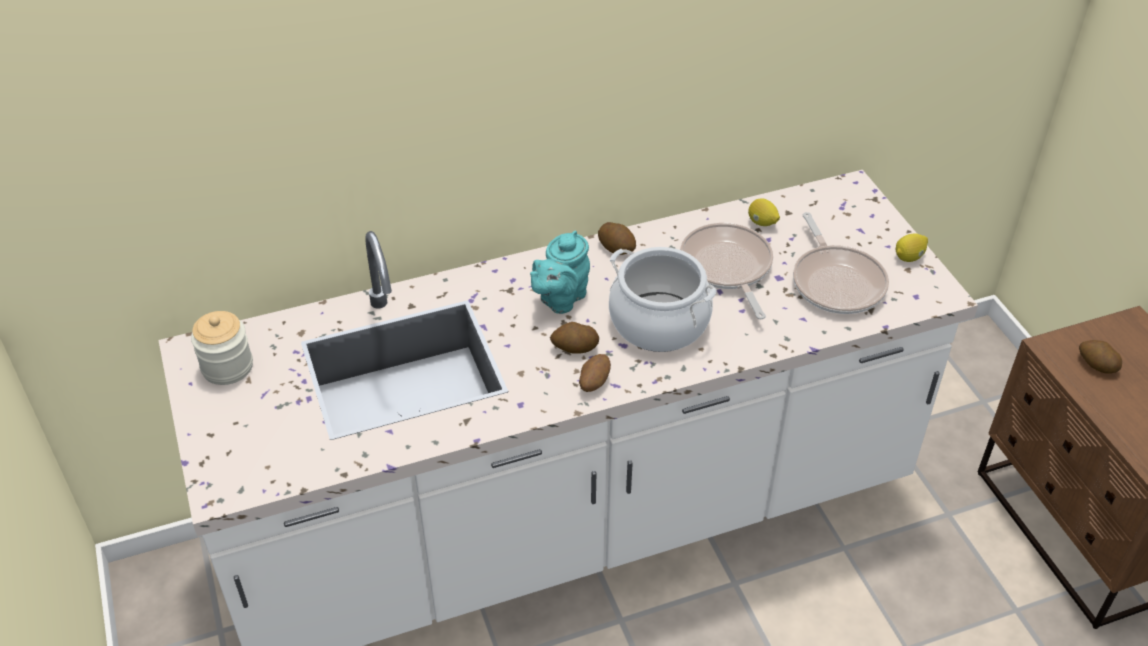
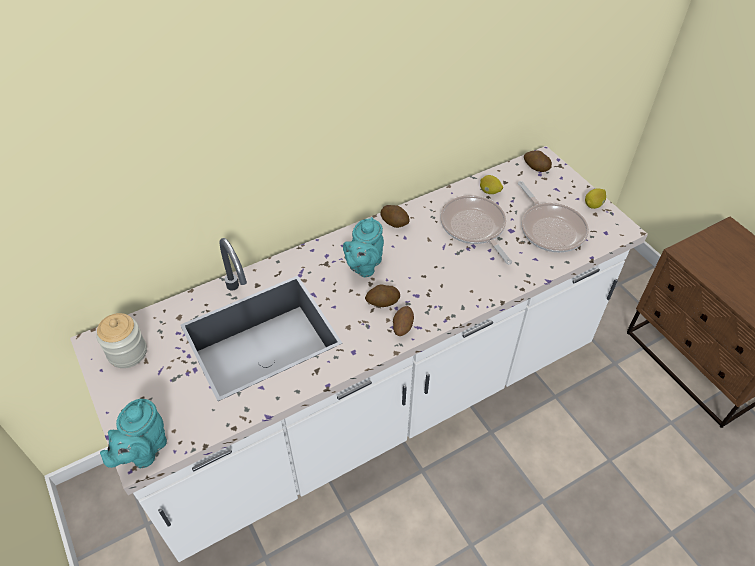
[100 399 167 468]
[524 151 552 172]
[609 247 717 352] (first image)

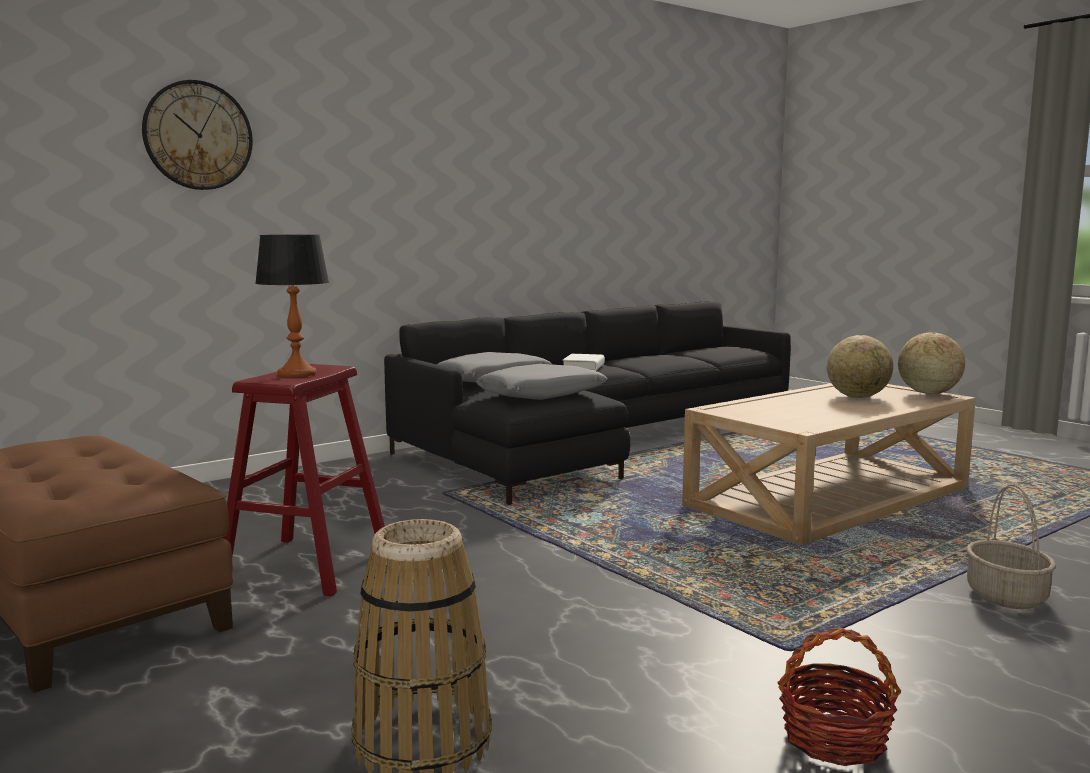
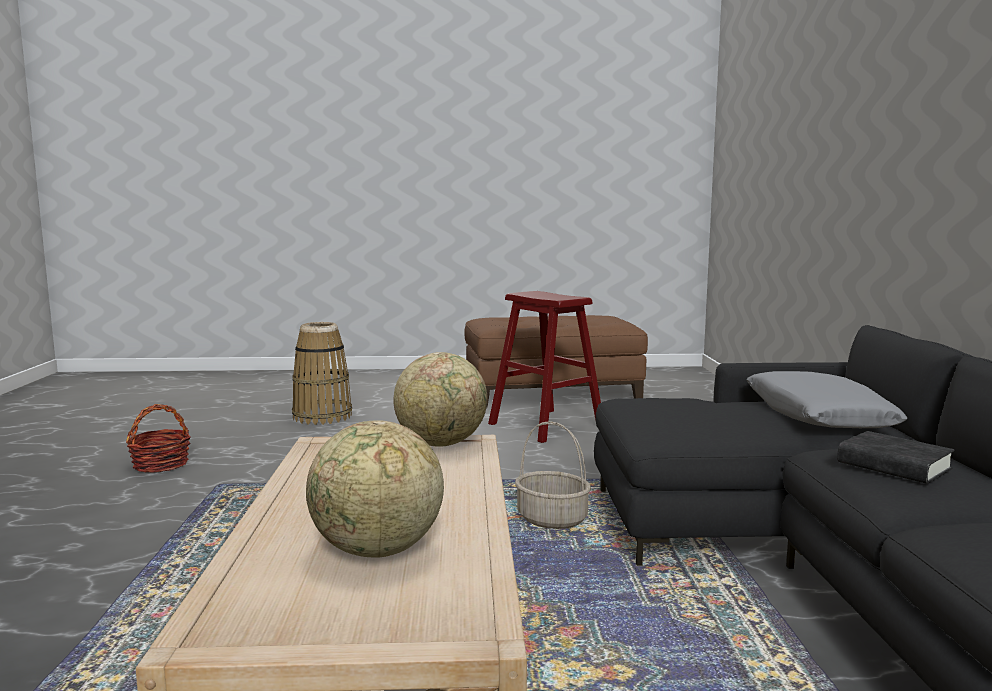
[393 352 487 447]
[515 421 591 529]
[837 431 954 484]
[142 80 253 190] (first image)
[255 235 329 377] (first image)
[476 364 608 400] (first image)

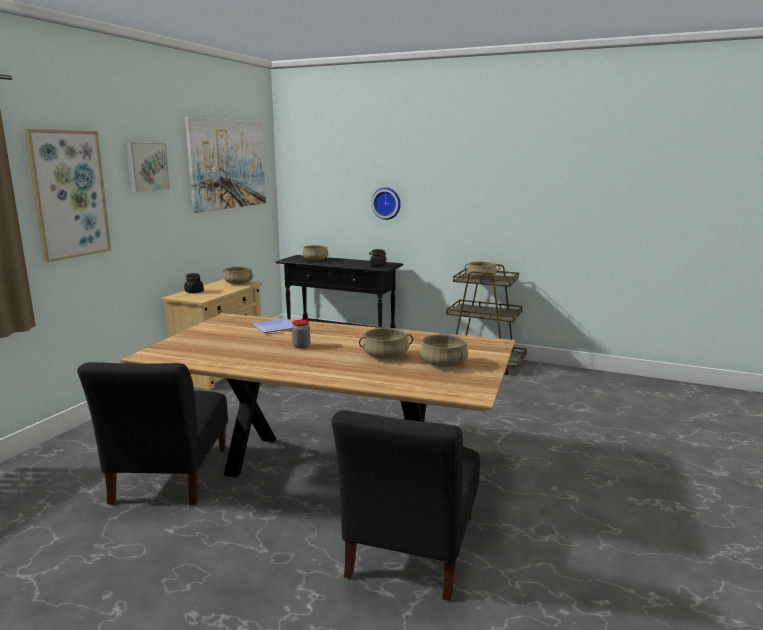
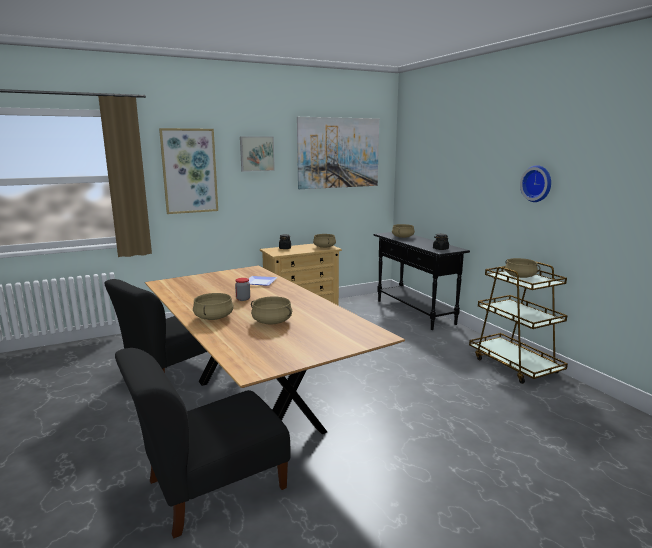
[193 293 234 320]
[520 165 551 202]

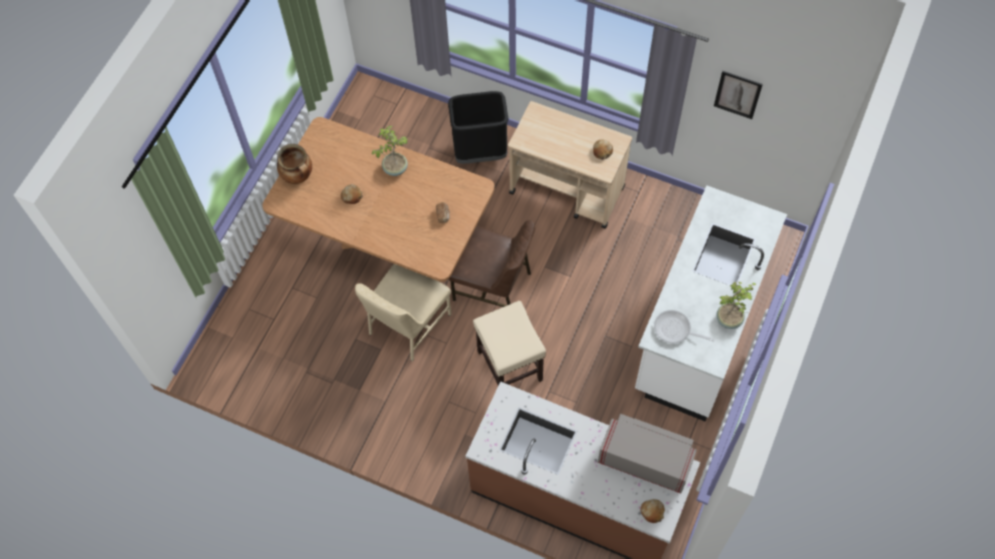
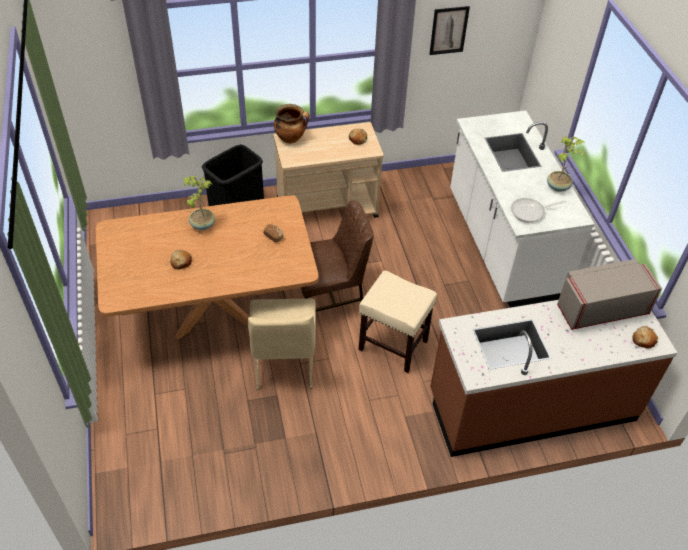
[274 104 309 144]

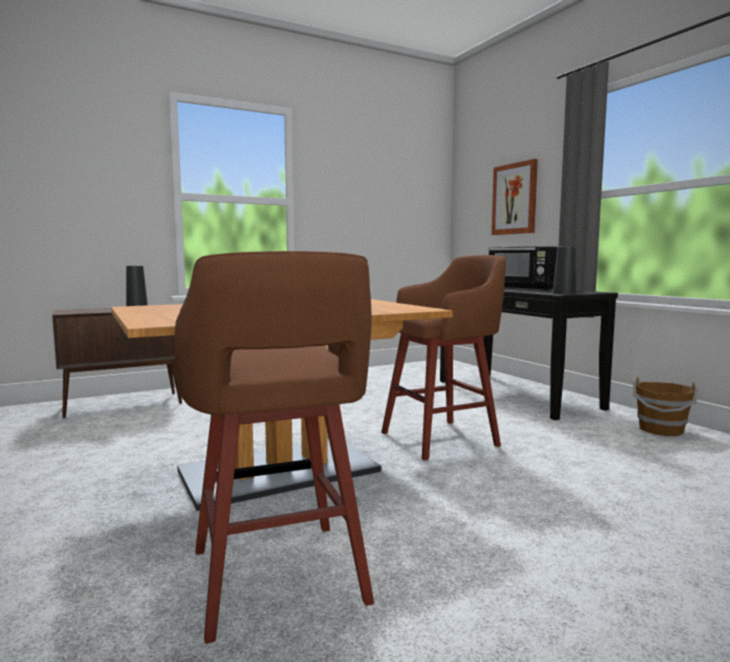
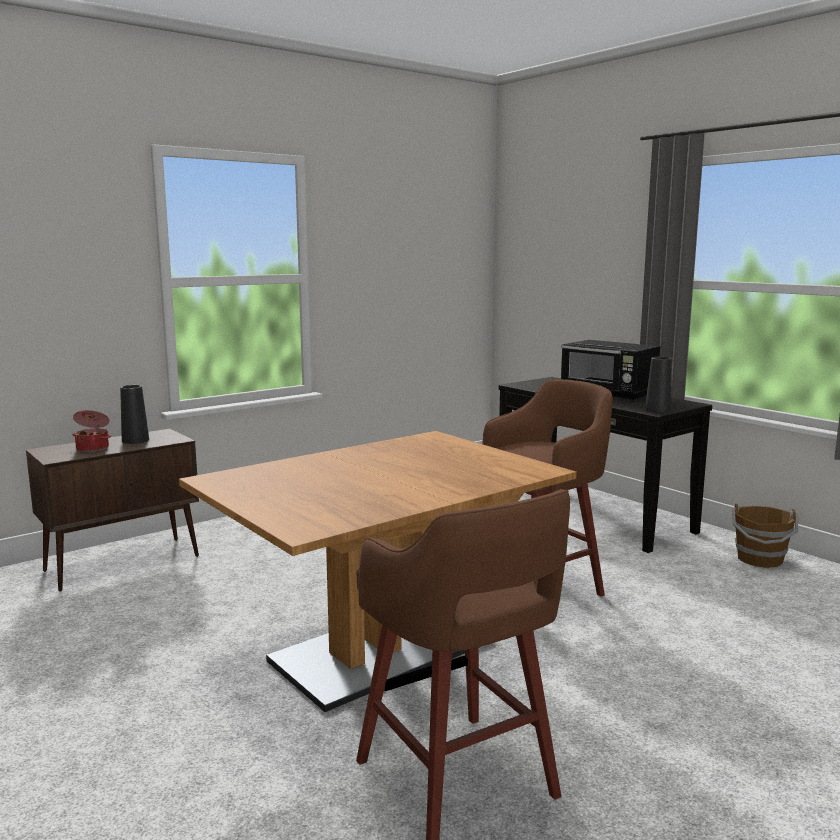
[72 410 111 452]
[492 159 538 235] (first image)

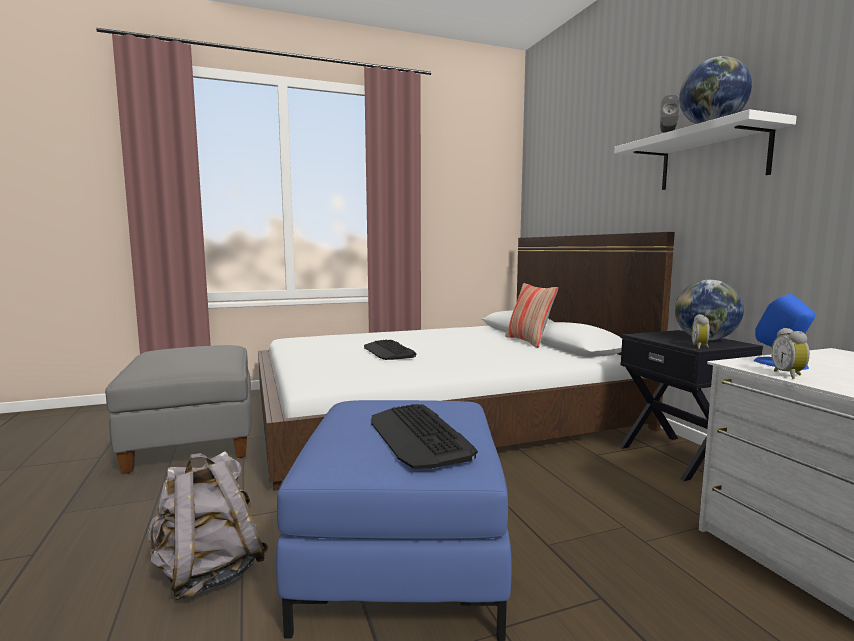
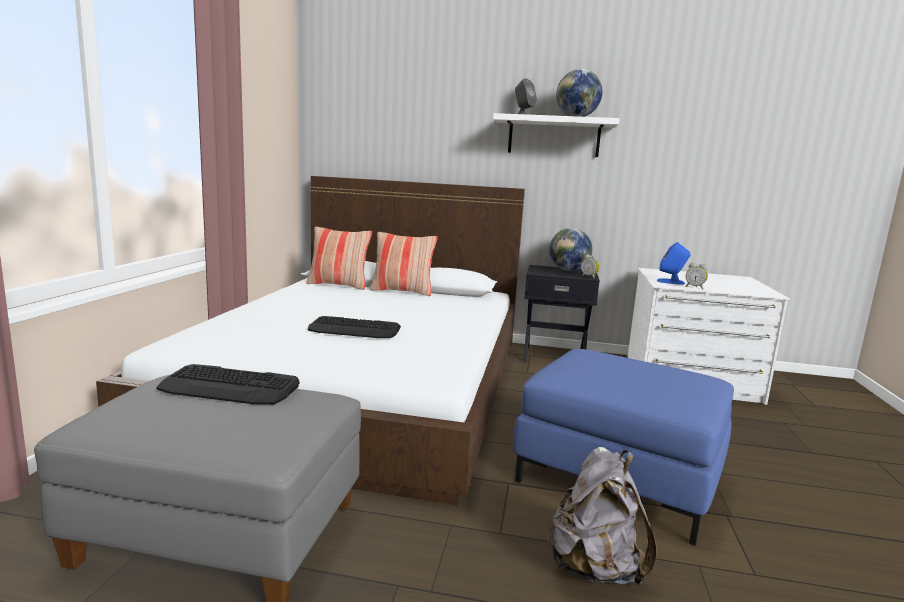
[156 364 300 405]
[306 227 372 290]

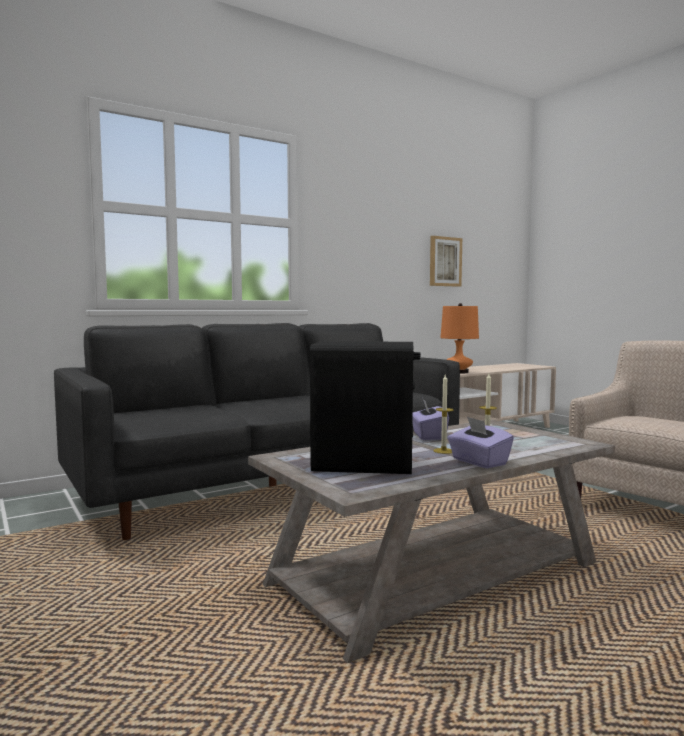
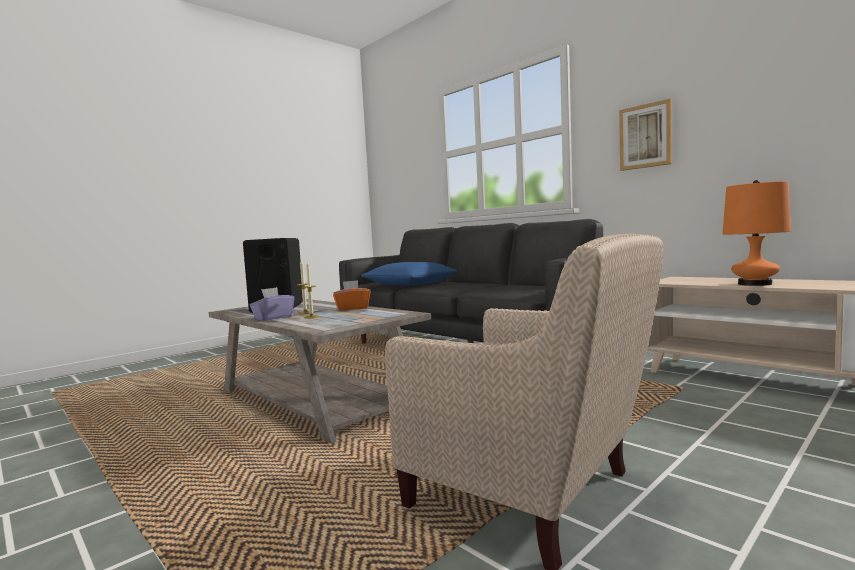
[333 280 371 311]
[361 262 457 286]
[619 99 672 171]

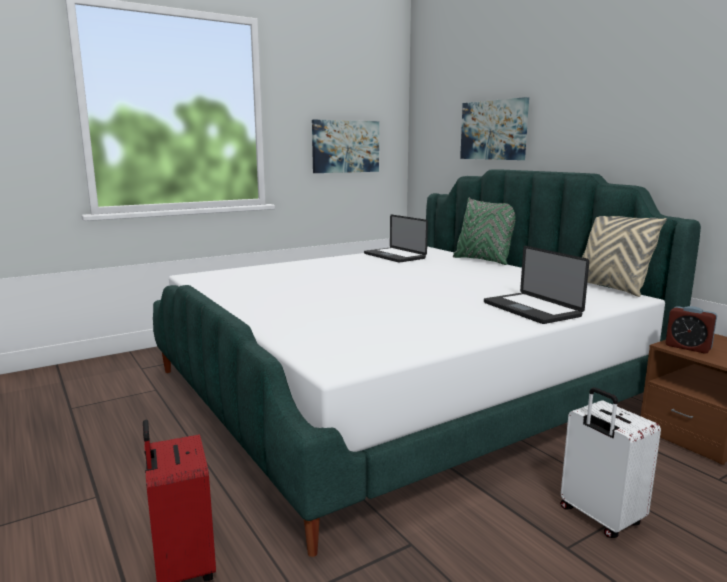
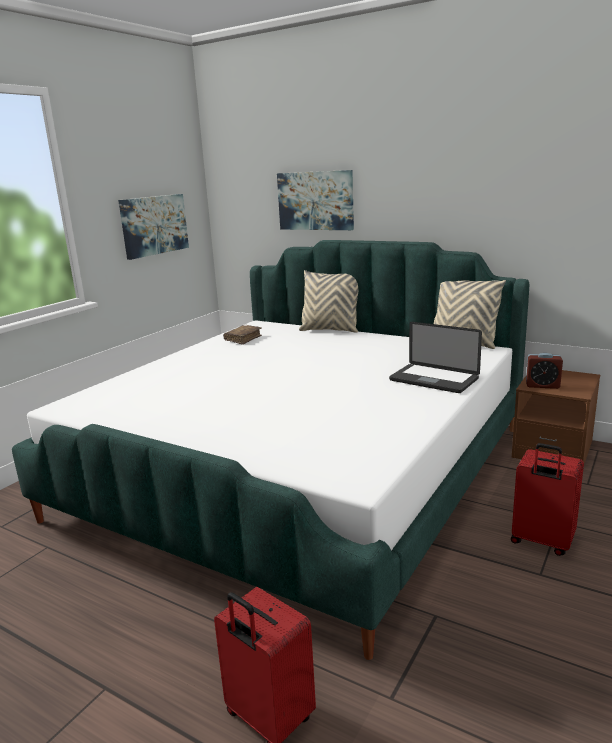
[223 325 262 345]
[299 270 358 333]
[511 443 584 556]

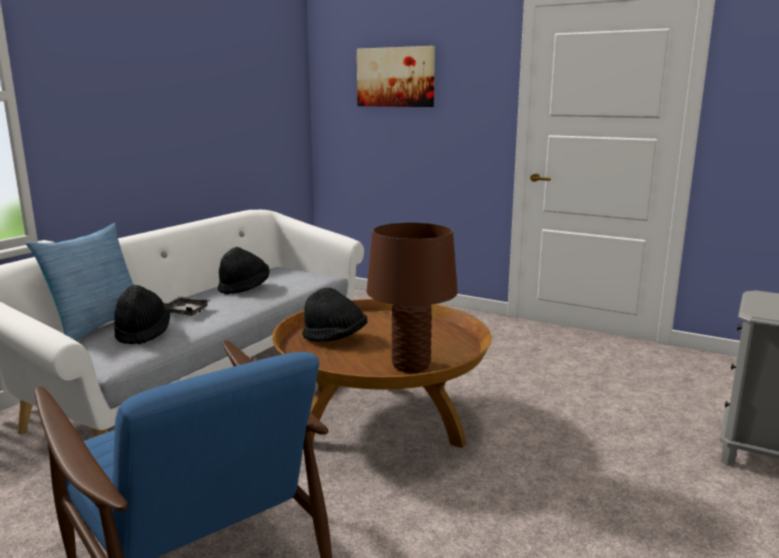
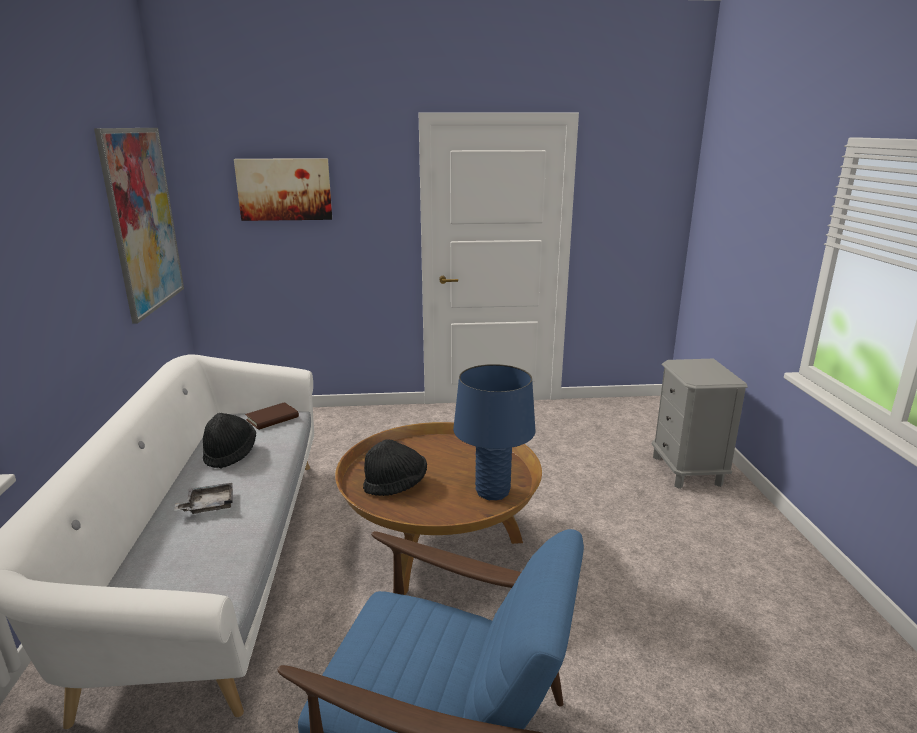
[94 128 184 324]
[245 402 299 430]
[453 364 536 500]
[26 223 134 341] (first image)
[114 285 170 345] (first image)

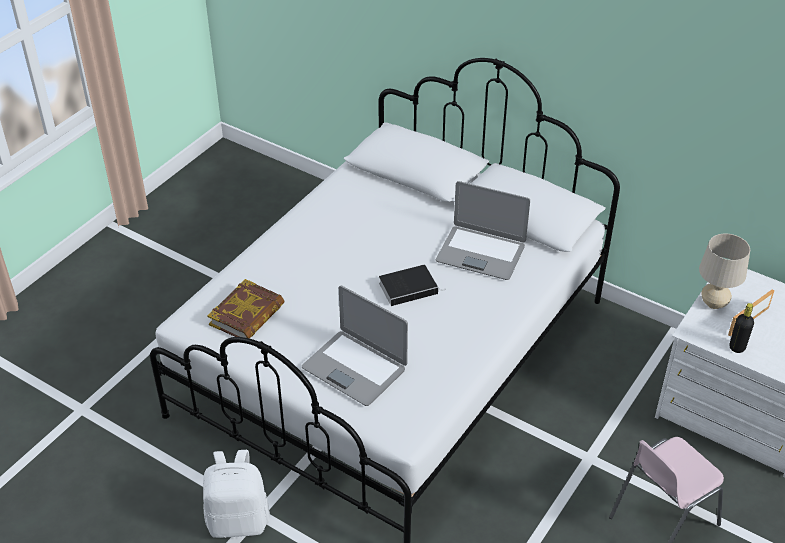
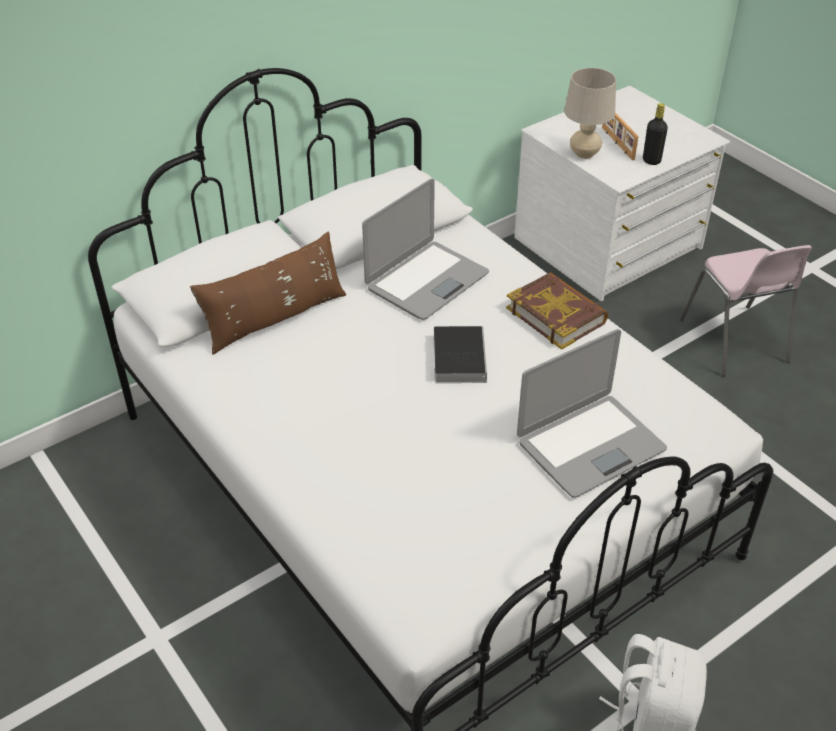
[190 232 346 354]
[506 272 609 350]

